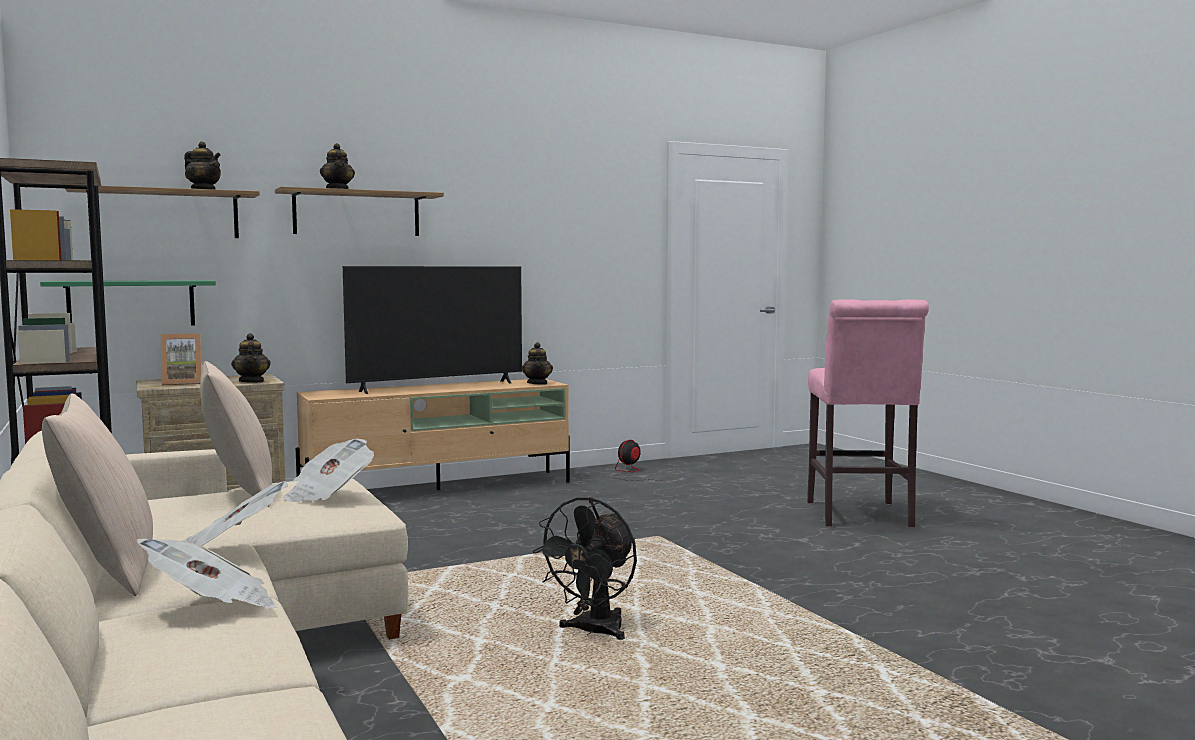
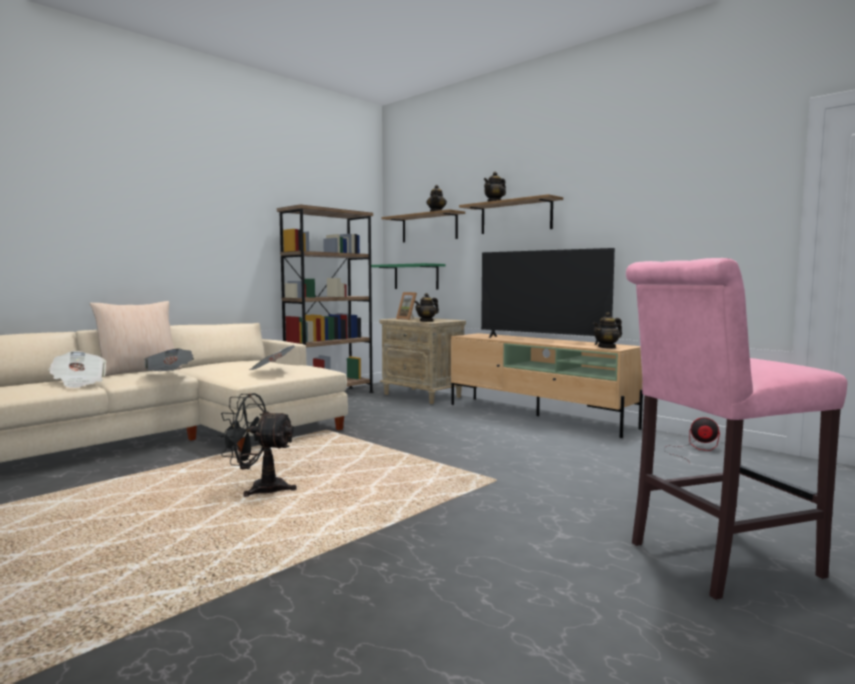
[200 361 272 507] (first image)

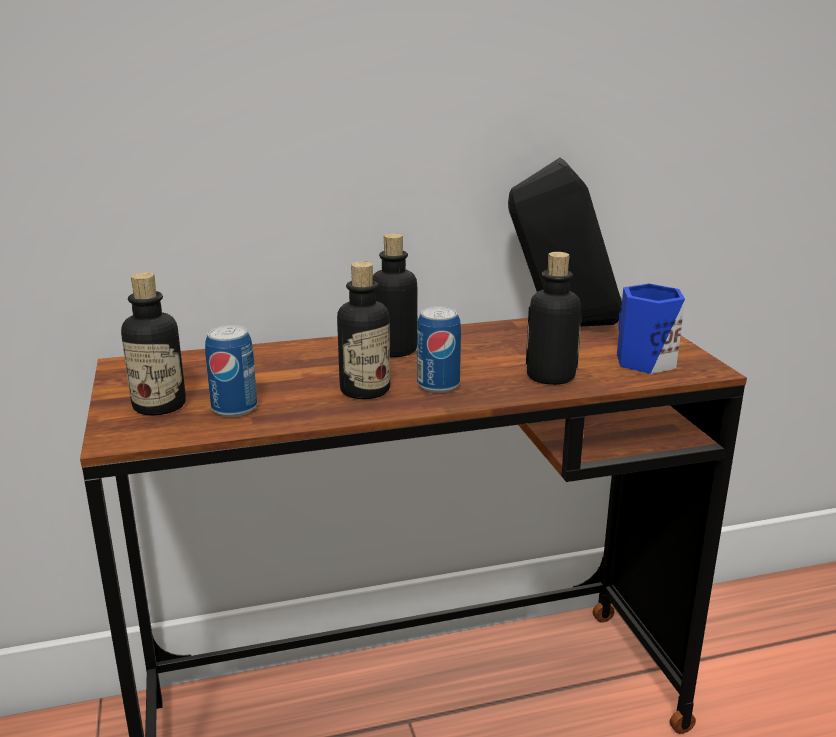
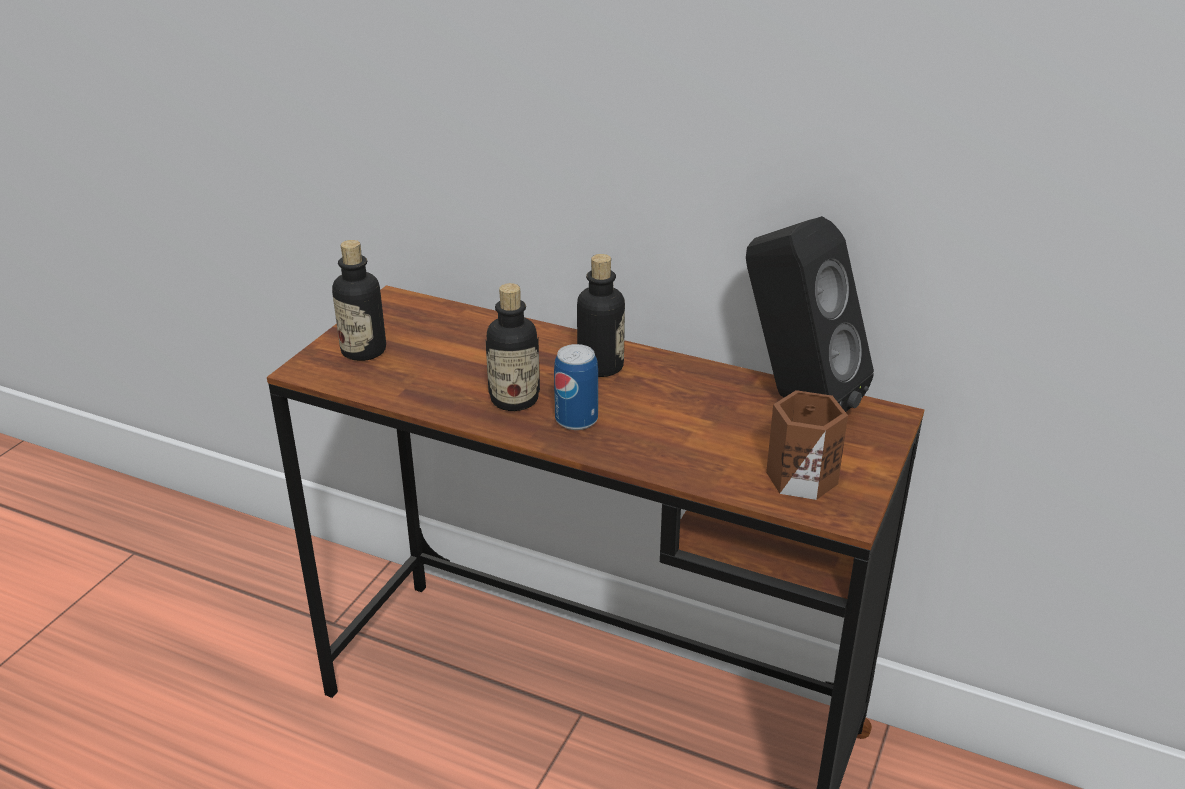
[766 390 848 500]
[205 325 257 417] (first image)
[526 252 582 385] (first image)

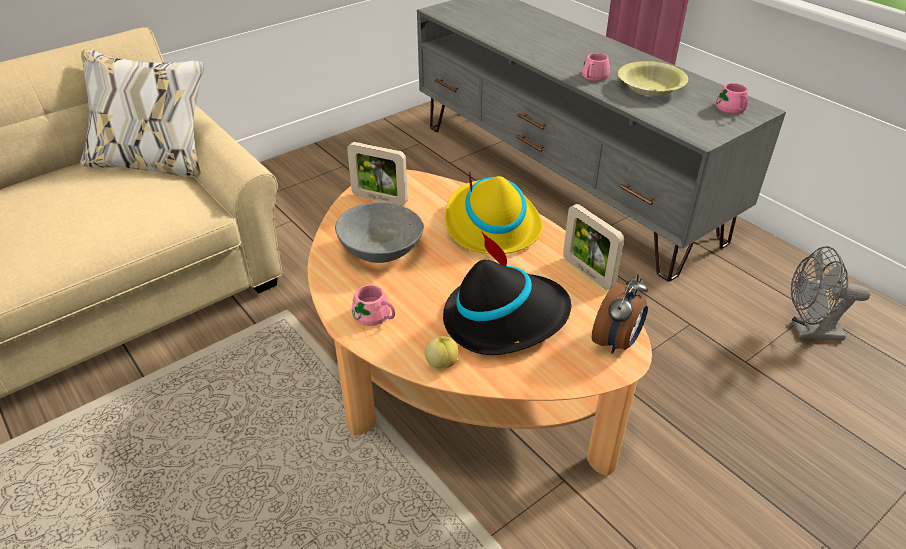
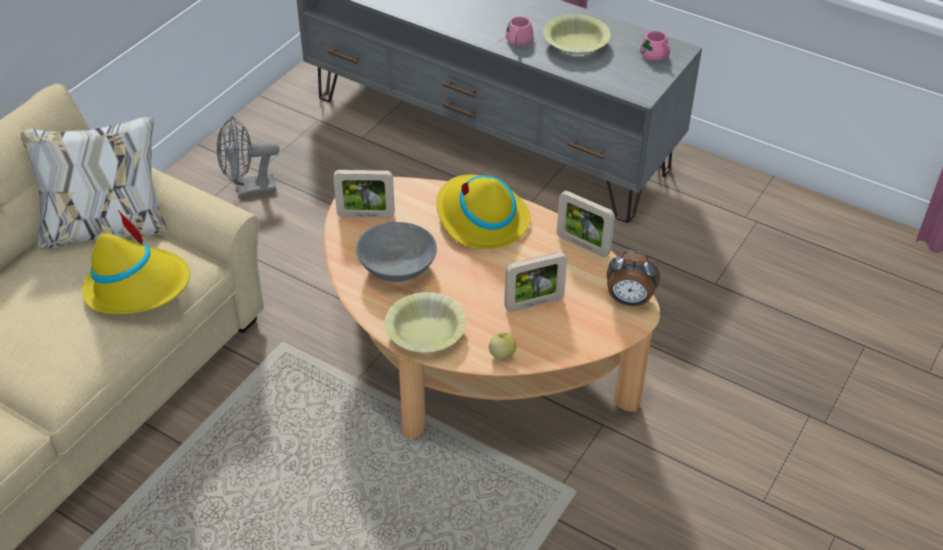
[82 210 190 314]
[217 116 279 198]
[385 292 466 352]
[504 252 567 312]
[607 251 660 306]

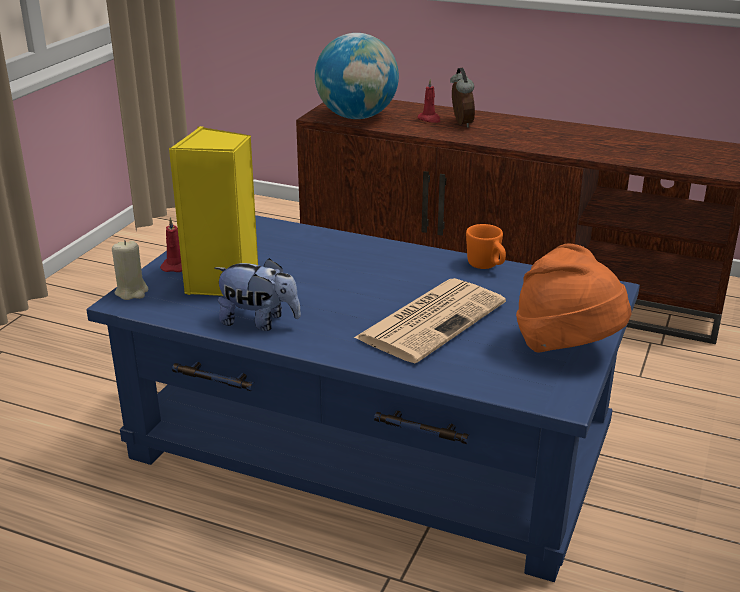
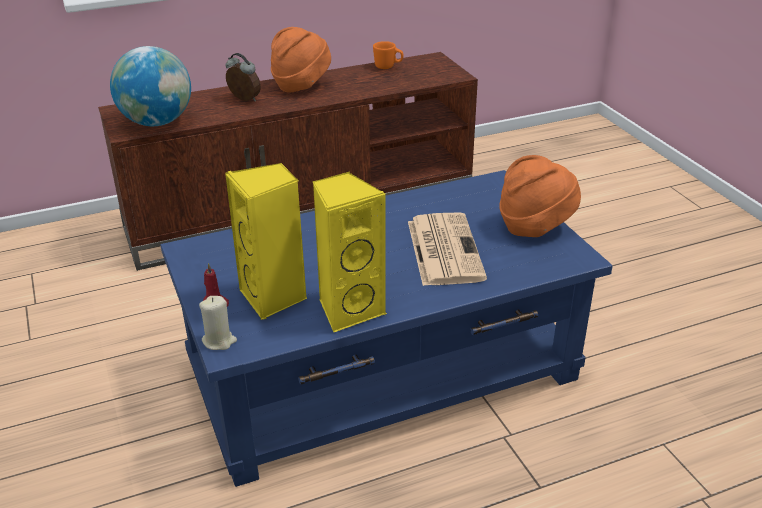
[271 27 331 93]
[312 171 387 333]
[373 41 403 69]
[417 79 440 123] (first image)

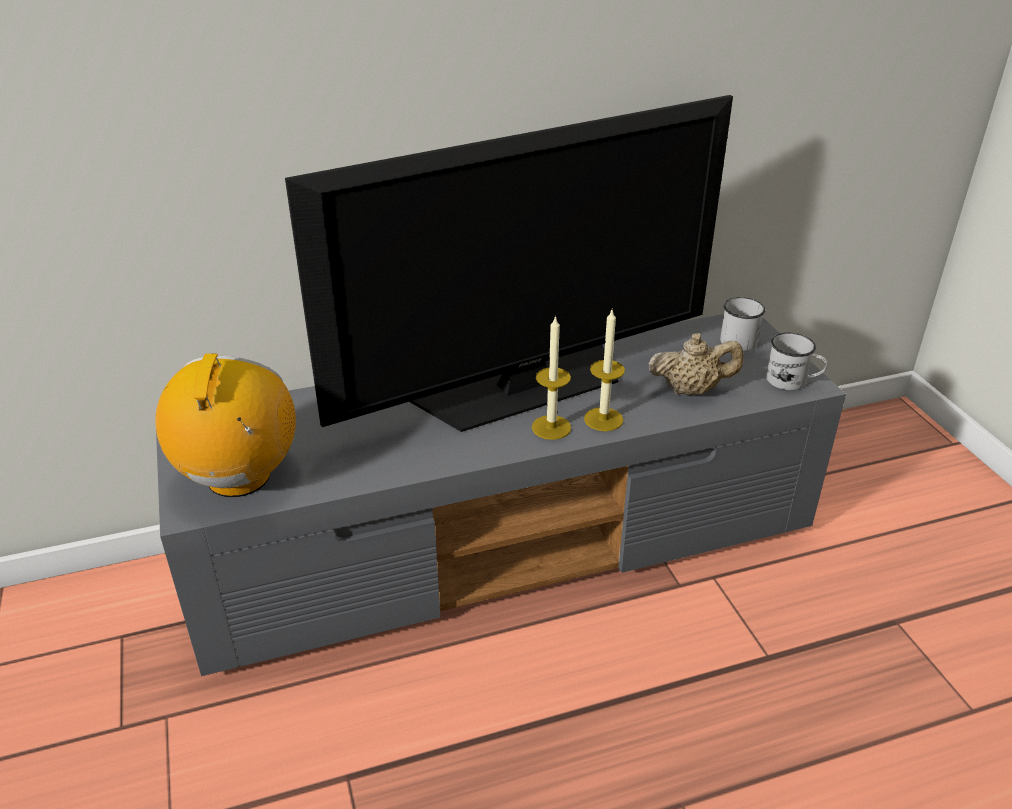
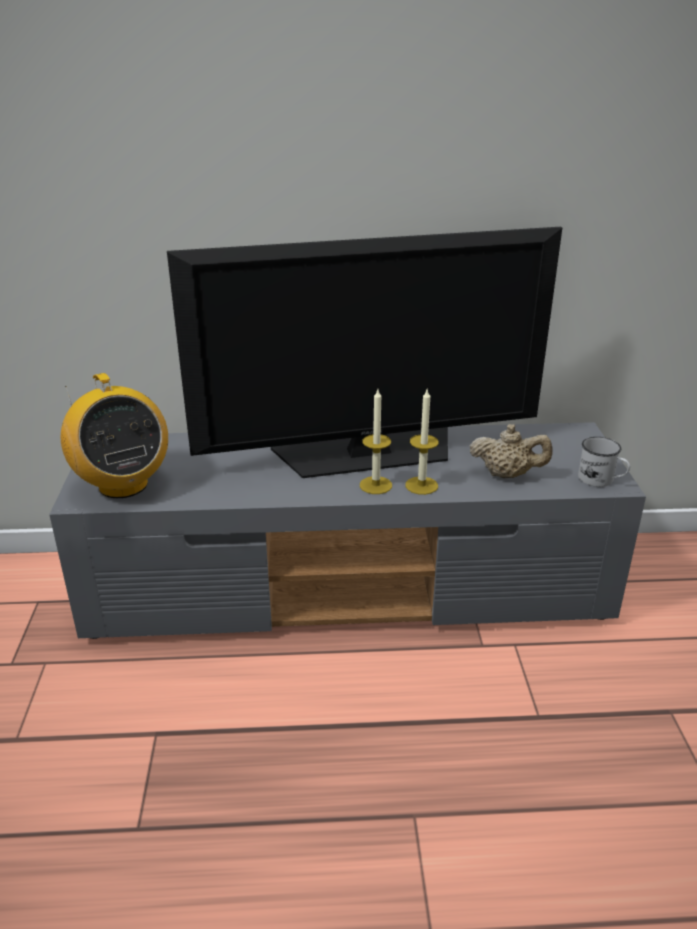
[61 373 168 498]
[720 297 765 351] (first image)

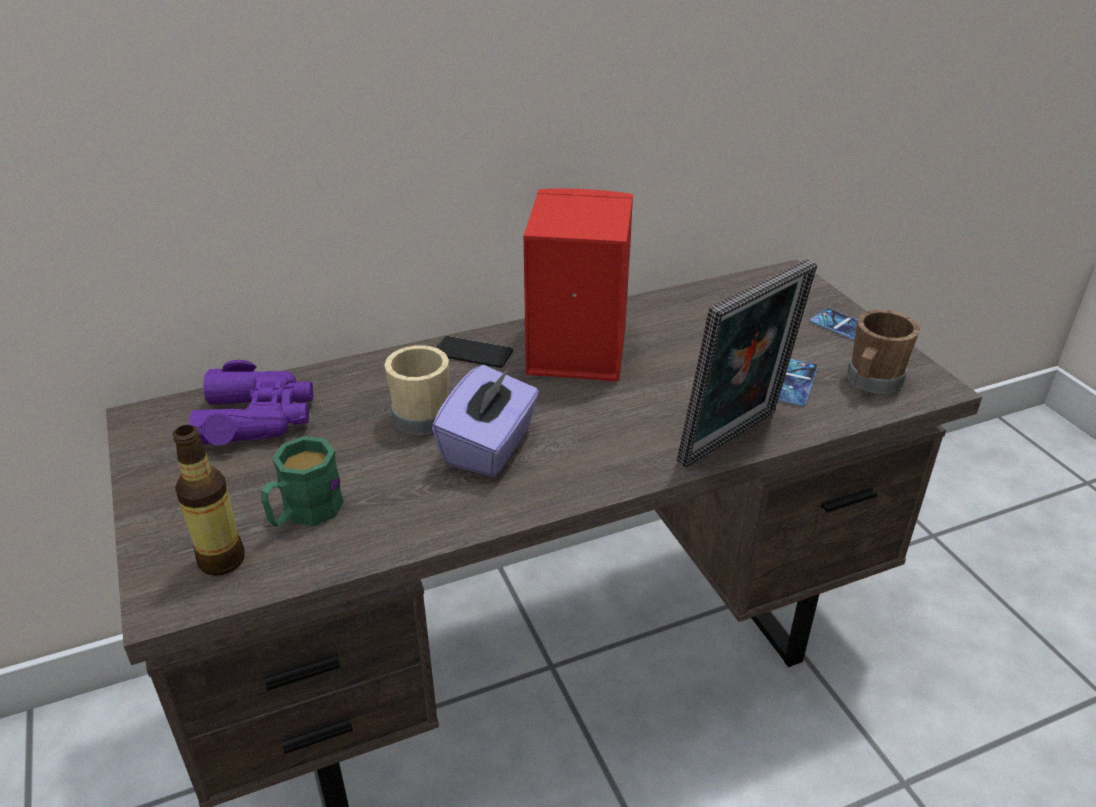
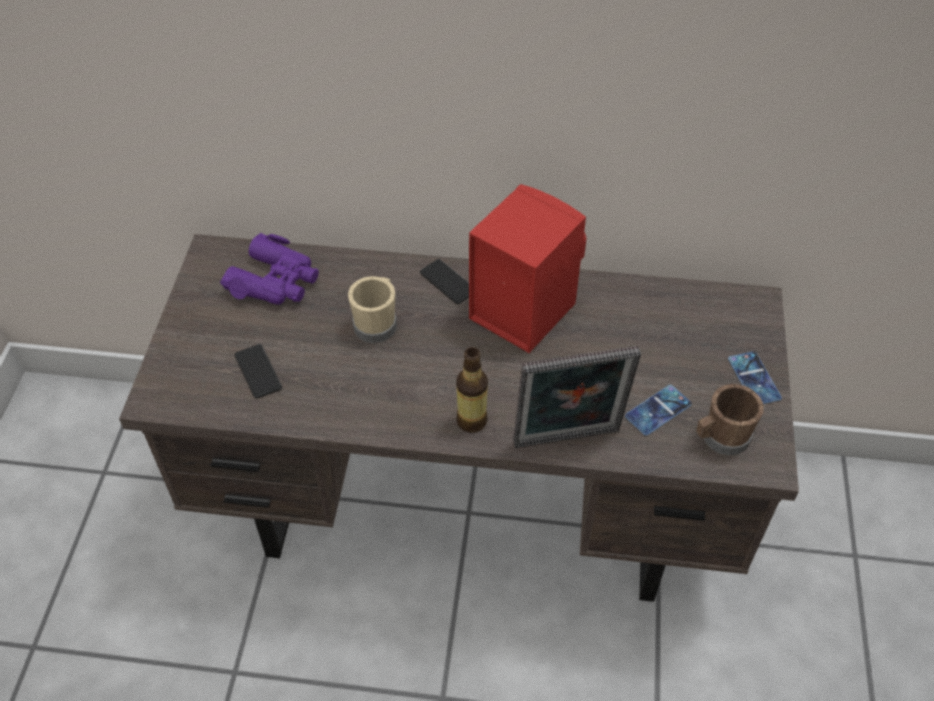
[235 344 282 399]
[456 347 488 433]
[432 365 539 477] (first image)

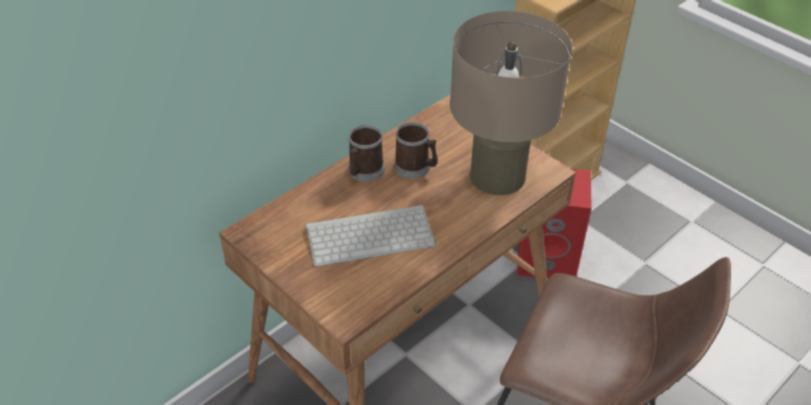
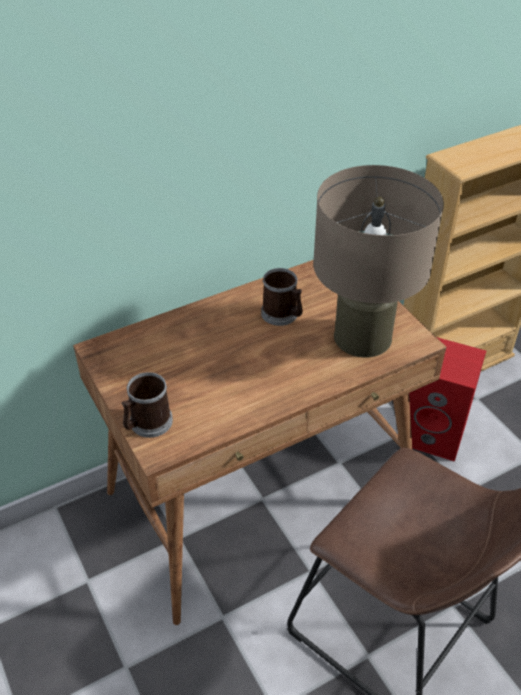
[121 372 173 438]
[305 205 436 267] (first image)

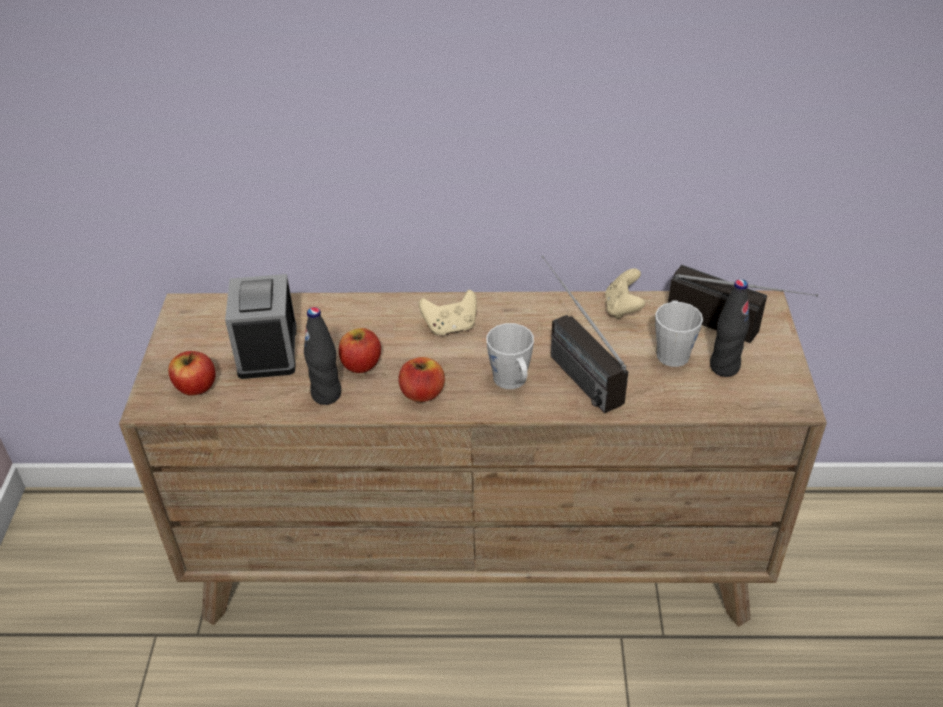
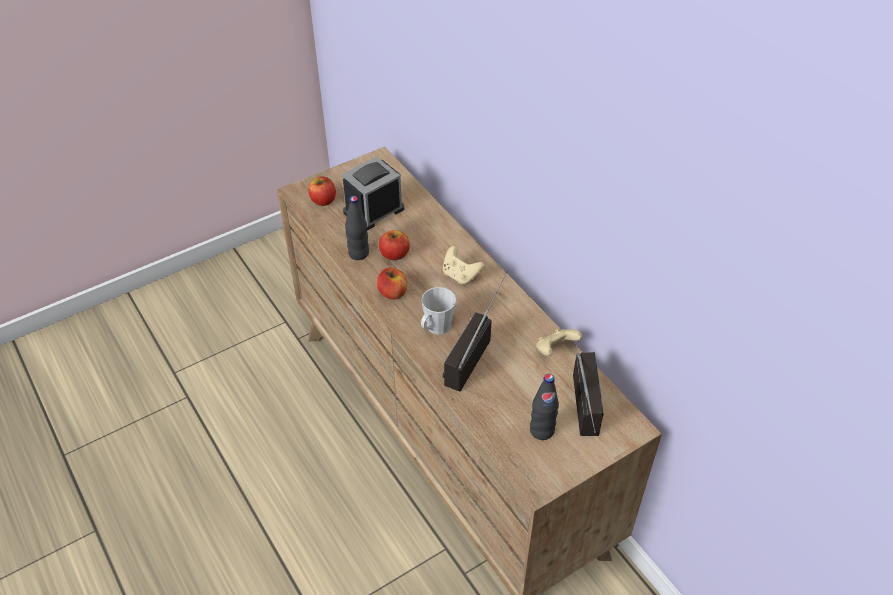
[655 301 703 367] (first image)

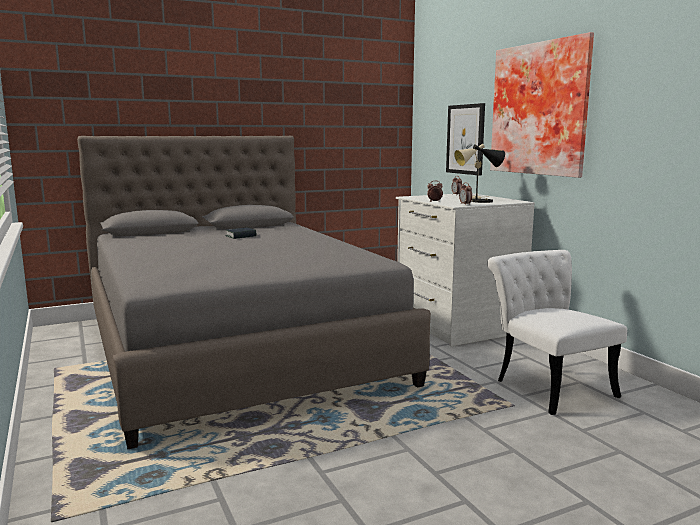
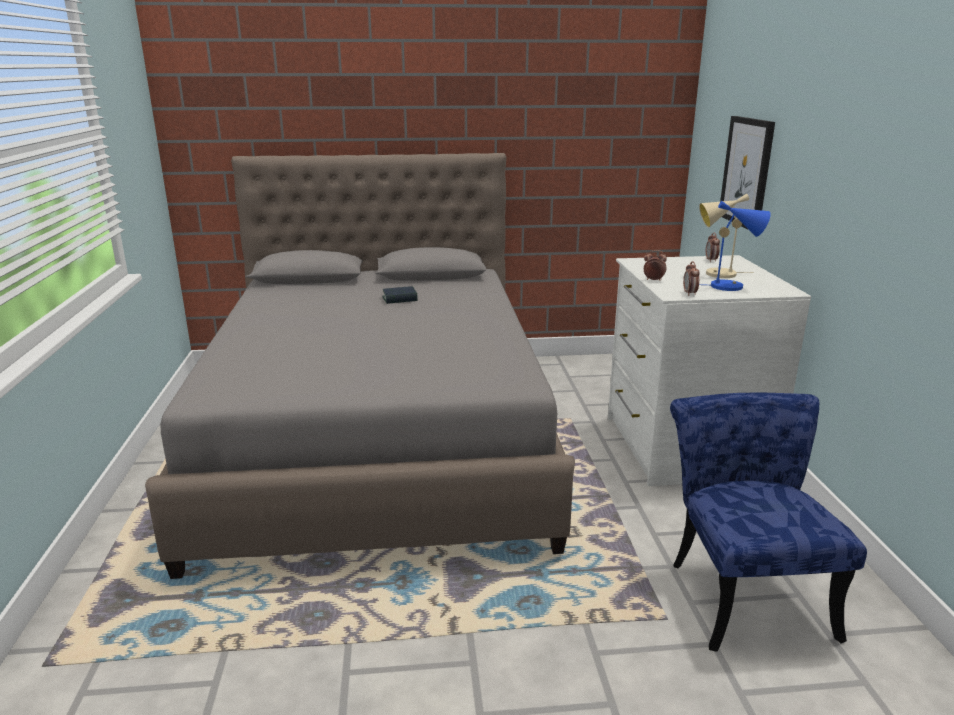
[670 393 867 652]
[699 201 771 291]
[490 32 594 178] (first image)

